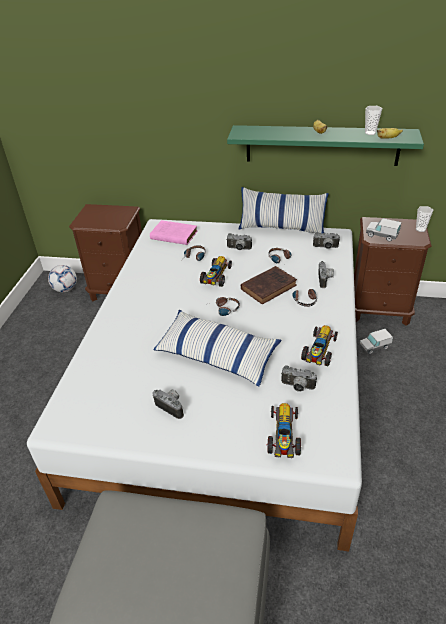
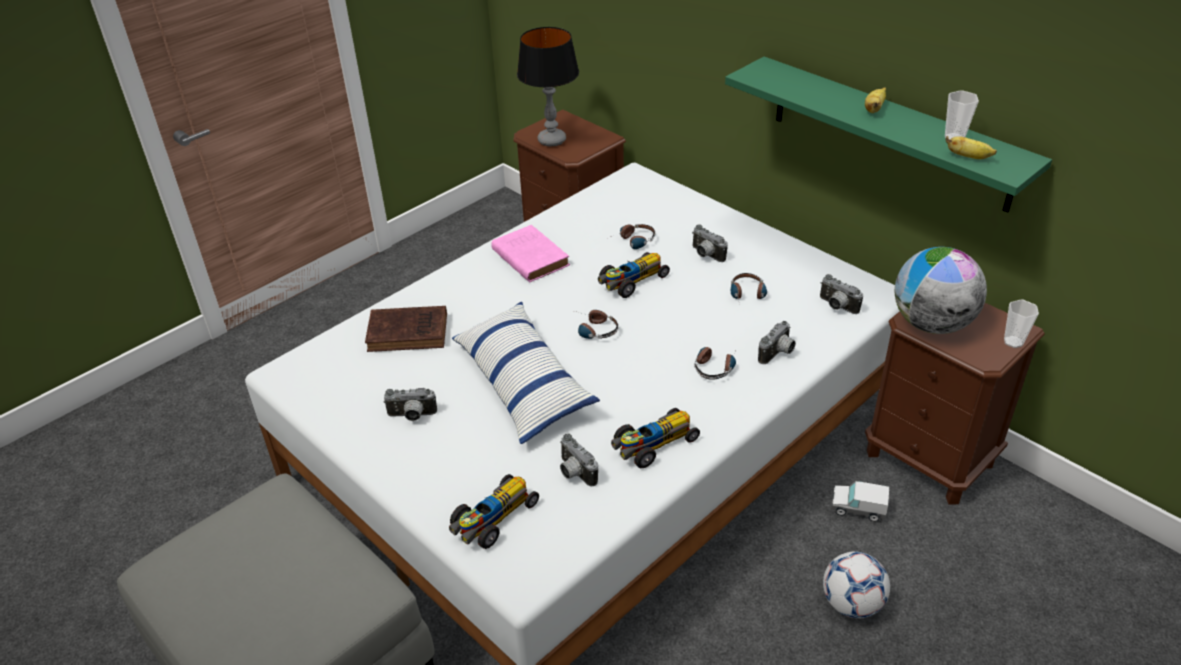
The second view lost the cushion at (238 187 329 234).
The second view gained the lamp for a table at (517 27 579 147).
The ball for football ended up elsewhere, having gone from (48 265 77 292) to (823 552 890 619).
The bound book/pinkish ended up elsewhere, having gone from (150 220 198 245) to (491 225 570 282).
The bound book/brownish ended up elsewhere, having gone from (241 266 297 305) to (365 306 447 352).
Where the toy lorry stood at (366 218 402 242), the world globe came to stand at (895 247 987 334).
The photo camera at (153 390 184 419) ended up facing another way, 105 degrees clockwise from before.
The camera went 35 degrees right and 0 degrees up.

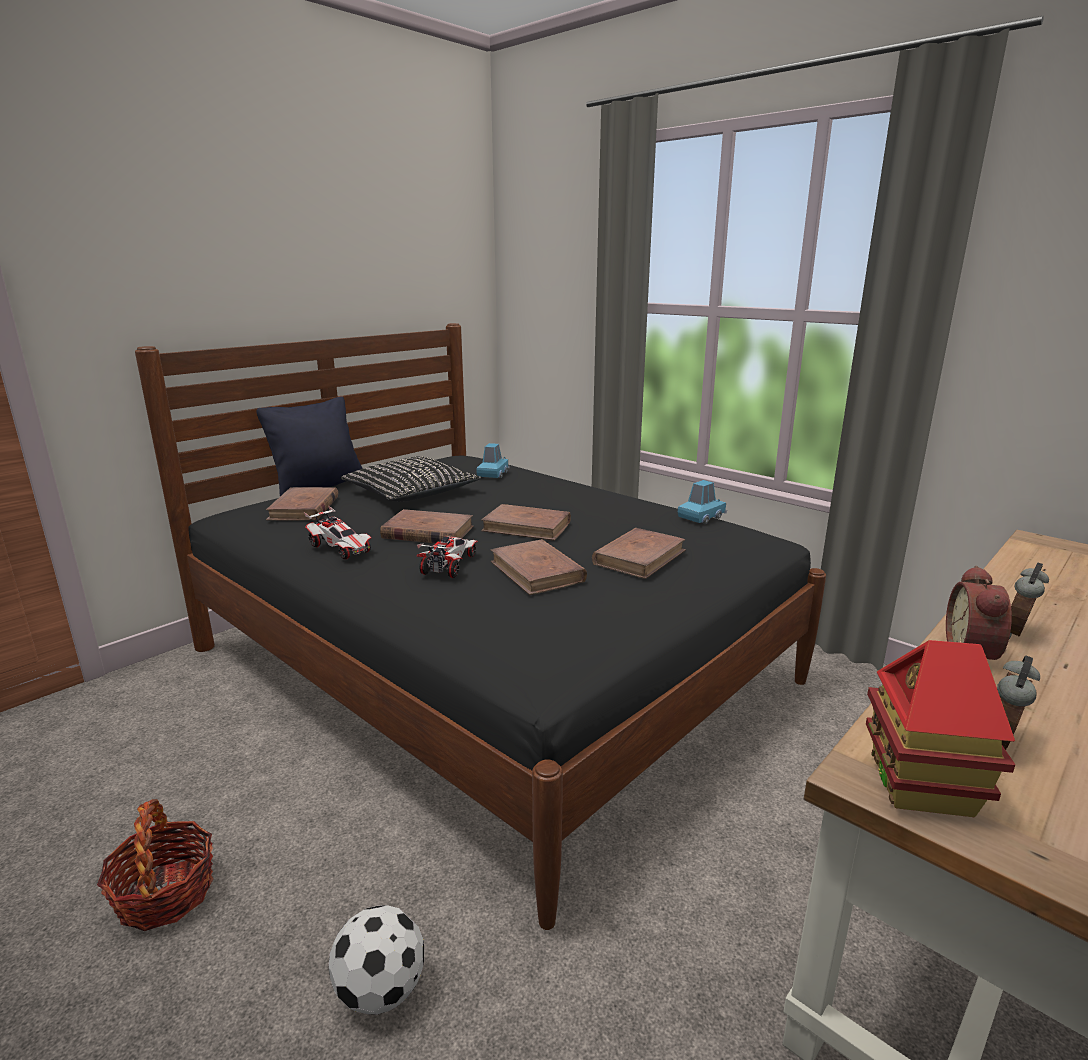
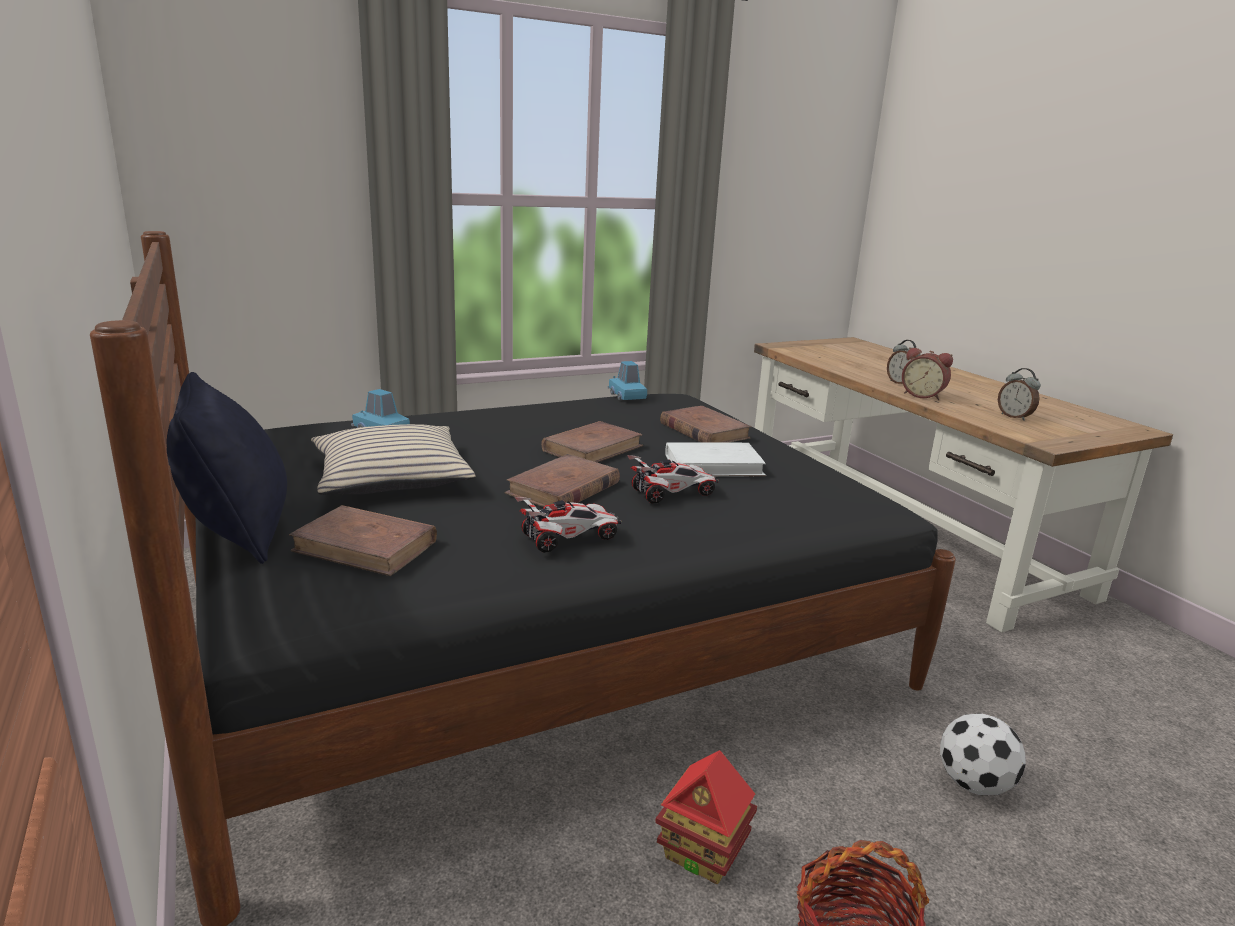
The toy house ended up elsewhere, having gone from (866 640 1015 817) to (655 750 757 884).
What was the cushion/blackish at (341 456 481 502) turned into the cushion/sand-coloured at (311 424 476 495).
What was the bound book/brownish at (491 539 587 595) turned into the bound book/whitish at (665 442 766 477).
The miniature car at (417 536 478 578) ended up facing another way, 120 degrees clockwise from before.
The camera went 70 degrees left and 0 degrees up.

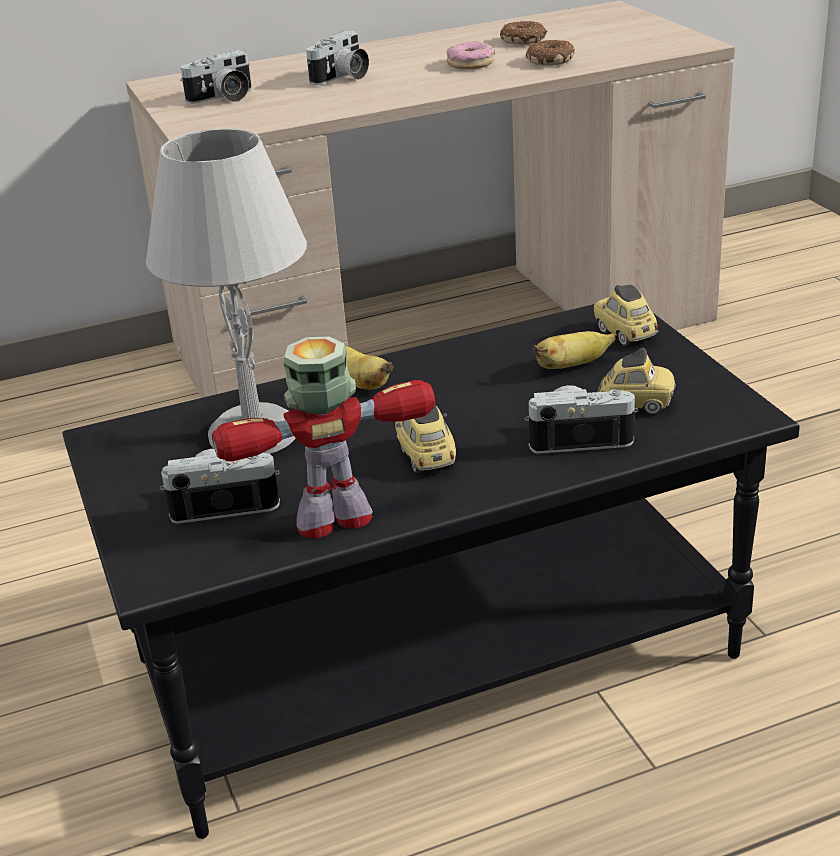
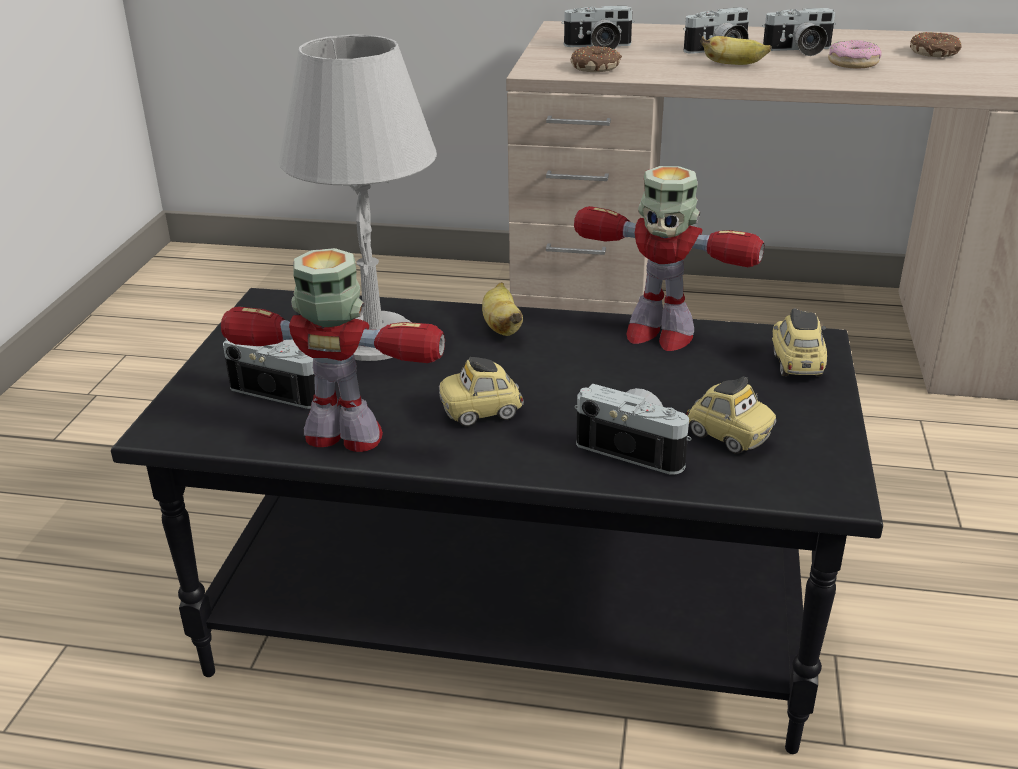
The second view gained the robot figure at (574 166 764 351).
The second view gained the photo camera at (763 8 836 56).
The doughnut ended up elsewhere, having gone from (526 39 575 66) to (571 46 622 72).
The whole banana ended up elsewhere, having gone from (533 331 616 369) to (701 36 771 65).
The miniature car at (395 405 456 473) ended up facing another way, 120 degrees counterclockwise from before.
The camera went 30 degrees right and 0 degrees up.

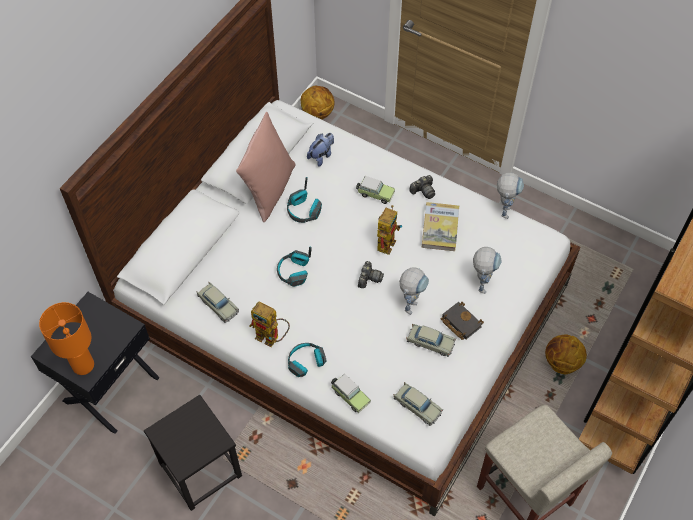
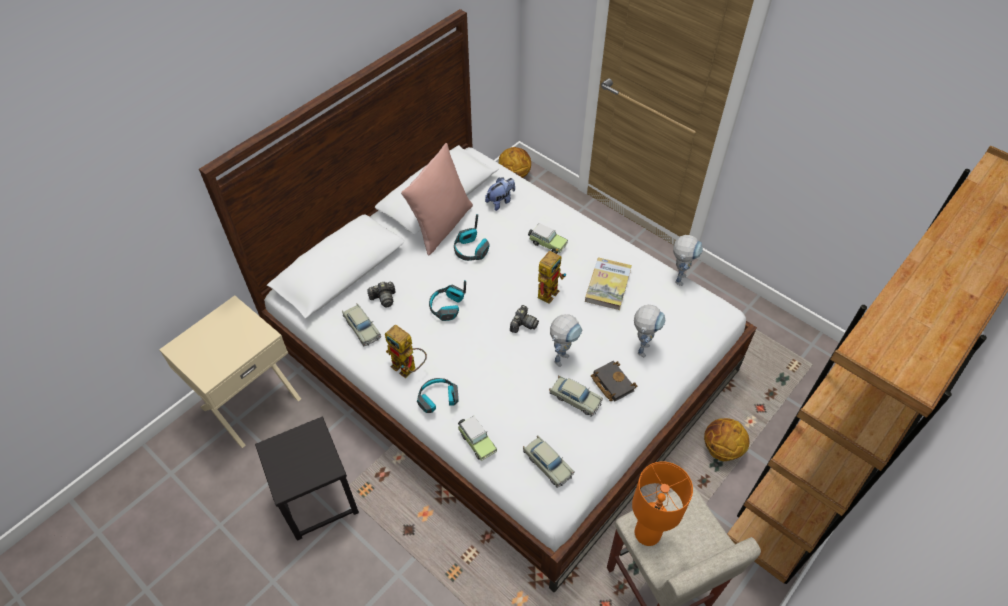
The lamp for a table/orangey ended up elsewhere, having gone from (39 302 94 375) to (632 461 693 546).
The photo camera ended up elsewhere, having gone from (409 175 435 199) to (367 282 395 308).
What was the nightstand/blackish at (31 292 160 434) turned into the nightstand/sand-coloured at (159 295 301 448).
The camera went 10 degrees right and 5 degrees down.

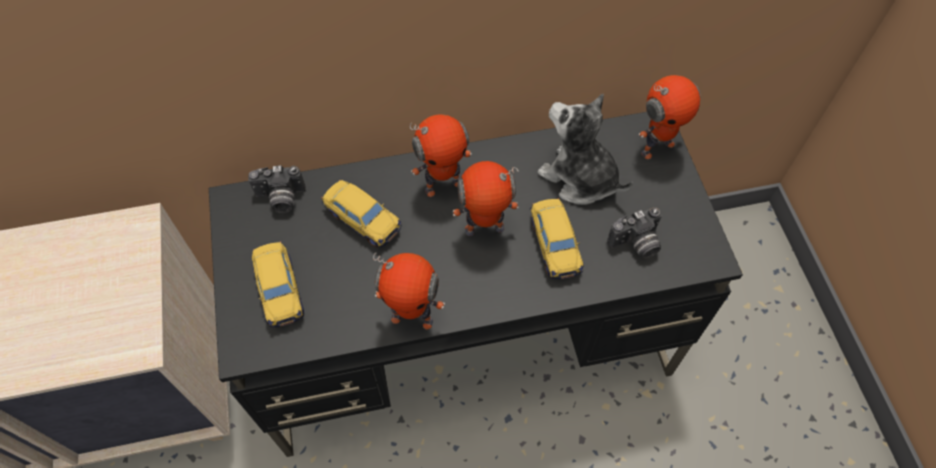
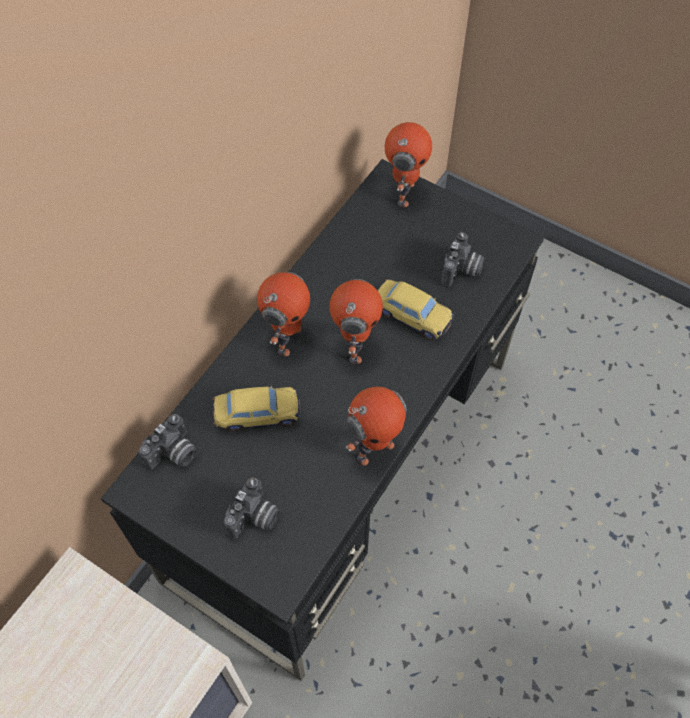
The second view lost the cuddly toy at (537 94 633 205).
Where the miniature car stood at (252 241 304 327), the photo camera came to stand at (224 477 280 539).
The robot figure at (453 161 519 236) ended up facing another way, 150 degrees clockwise from before.
The camera went 45 degrees left and 0 degrees up.

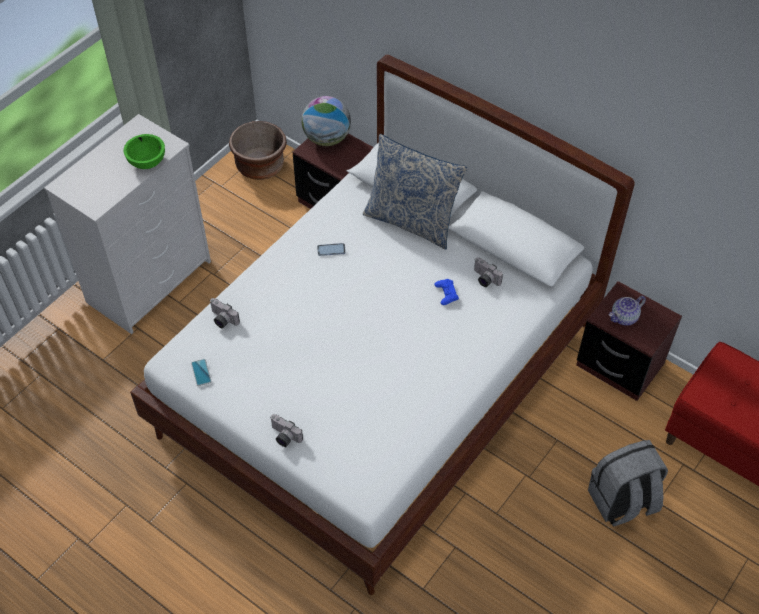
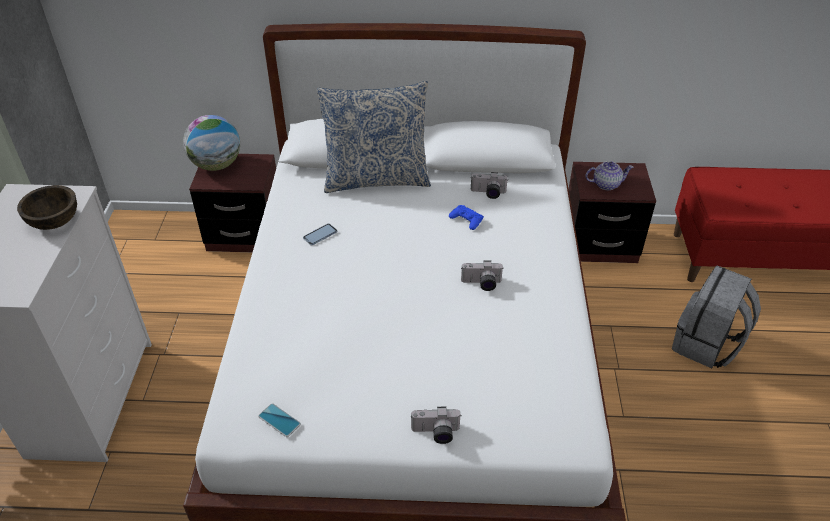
The second view lost the planter/brownish at (229 121 287 180).
The photo camera ended up elsewhere, having gone from (210 298 240 328) to (461 261 503 291).
What was the deep dish/green-coloured at (123 134 165 169) turned into the deep dish/brownish at (17 185 77 230).
The pot for tea at (609 296 646 326) ended up facing another way, 120 degrees counterclockwise from before.
The camera went 35 degrees left and 10 degrees down.

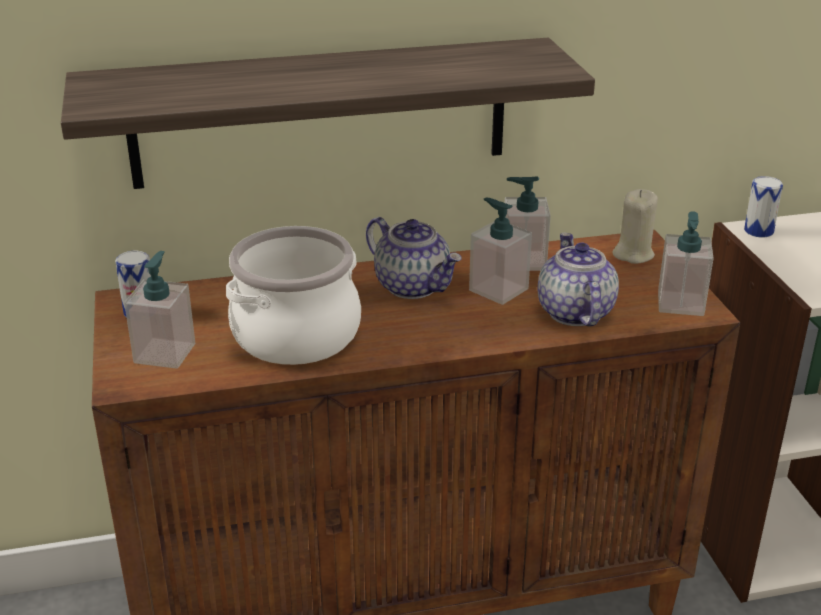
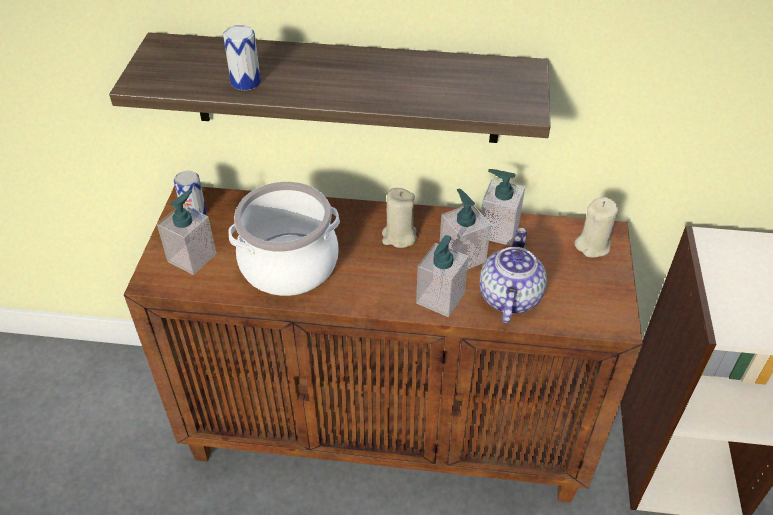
The liquid soap bottle ended up elsewhere, having gone from (658 211 714 316) to (416 235 469 317).
The can ended up elsewhere, having gone from (744 176 783 238) to (223 25 261 90).
Where the pot for tea stood at (366 217 462 299), the wax candle/sand-coloured came to stand at (382 188 417 248).
The camera went 20 degrees right and 15 degrees up.

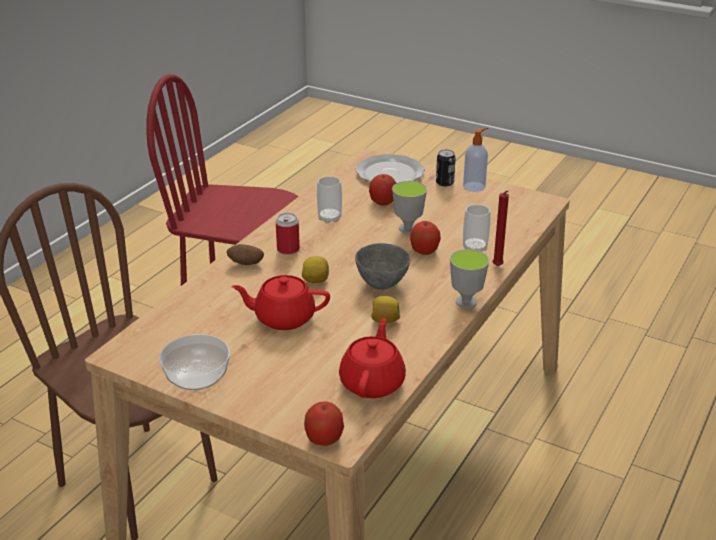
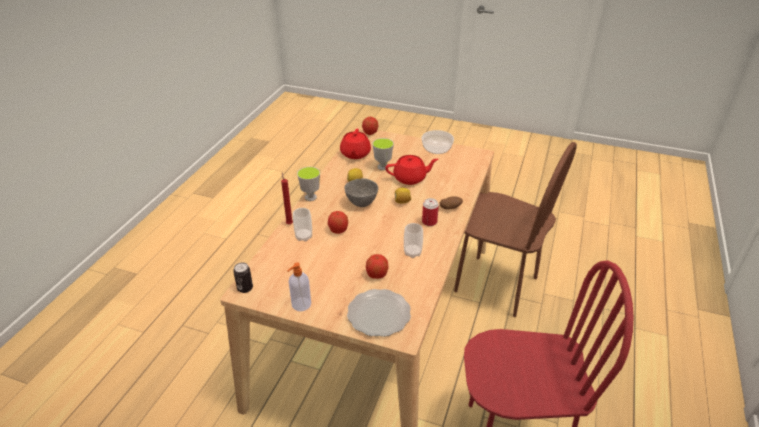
The small cup ended up elsewhere, having gone from (392 181 427 233) to (372 138 394 170).
The can ended up elsewhere, having gone from (436 150 456 187) to (233 262 253 293).
The camera went 170 degrees right and 5 degrees up.

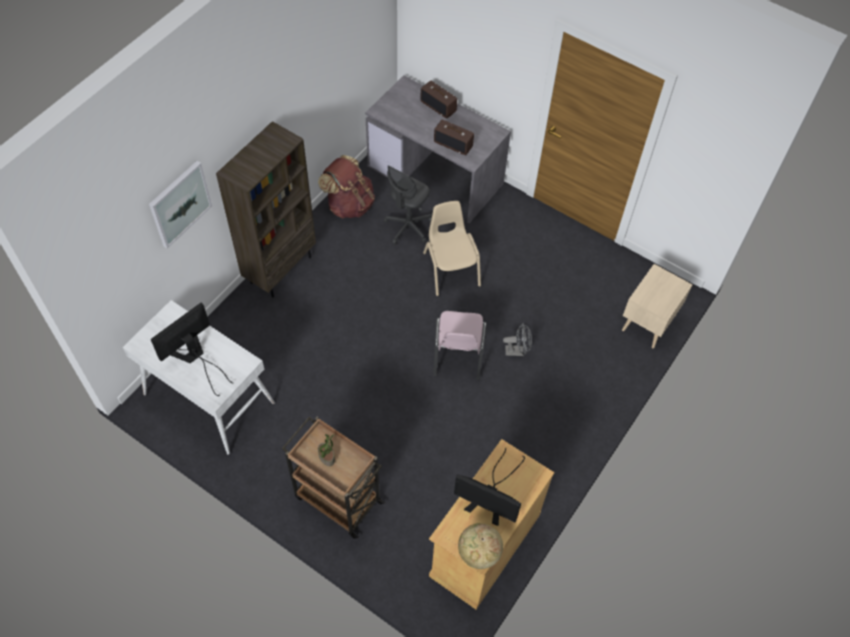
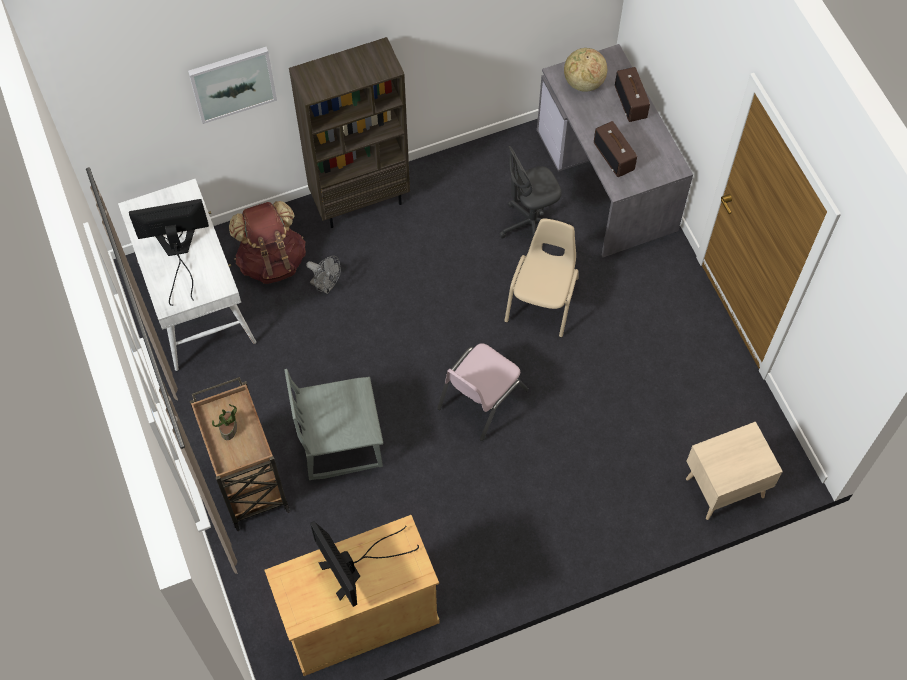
The second view gained the upright chair/gray at (284 369 383 480).
The backpack/brownish ended up elsewhere, having gone from (318 155 375 219) to (229 201 306 284).
The world globe ended up elsewhere, having gone from (458 523 503 569) to (564 48 607 92).
The cooling fan/gray ended up elsewhere, having gone from (503 323 532 356) to (306 256 341 294).
The camera went 35 degrees right and 5 degrees up.

